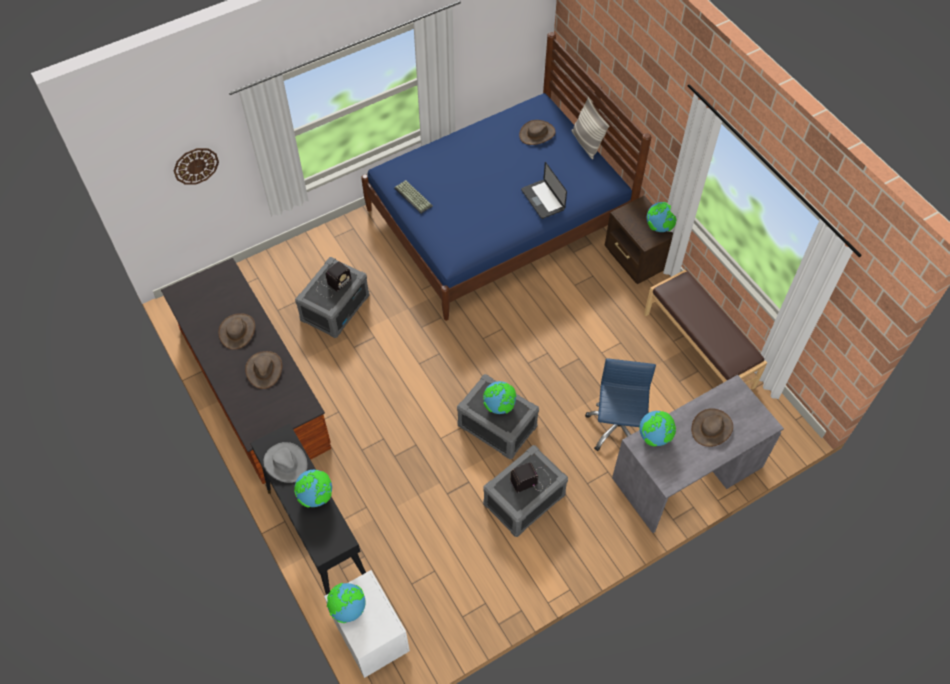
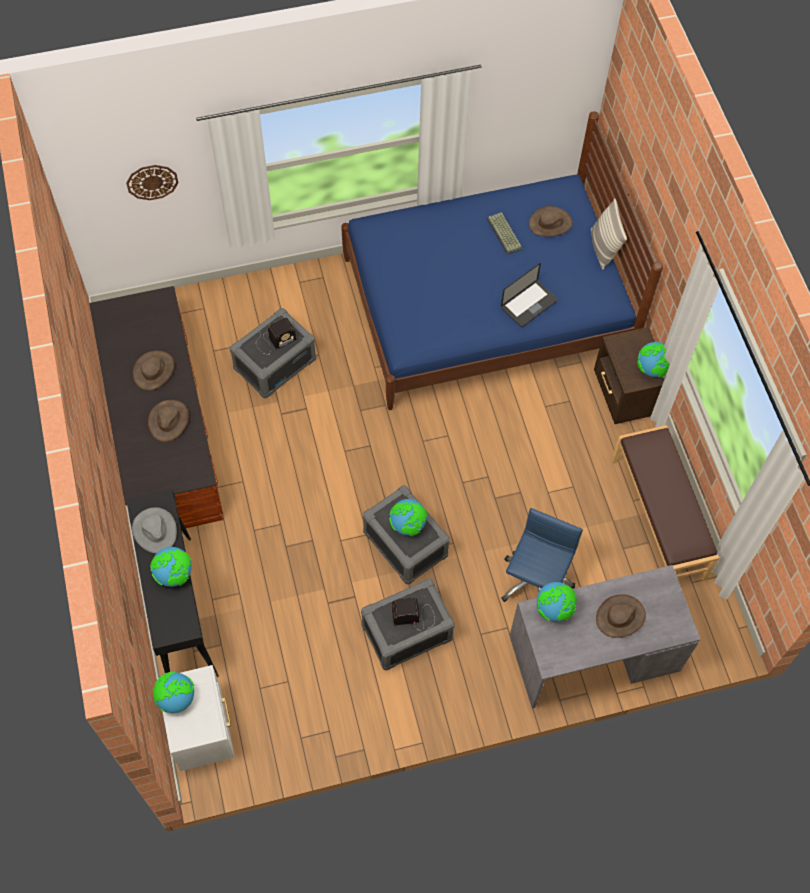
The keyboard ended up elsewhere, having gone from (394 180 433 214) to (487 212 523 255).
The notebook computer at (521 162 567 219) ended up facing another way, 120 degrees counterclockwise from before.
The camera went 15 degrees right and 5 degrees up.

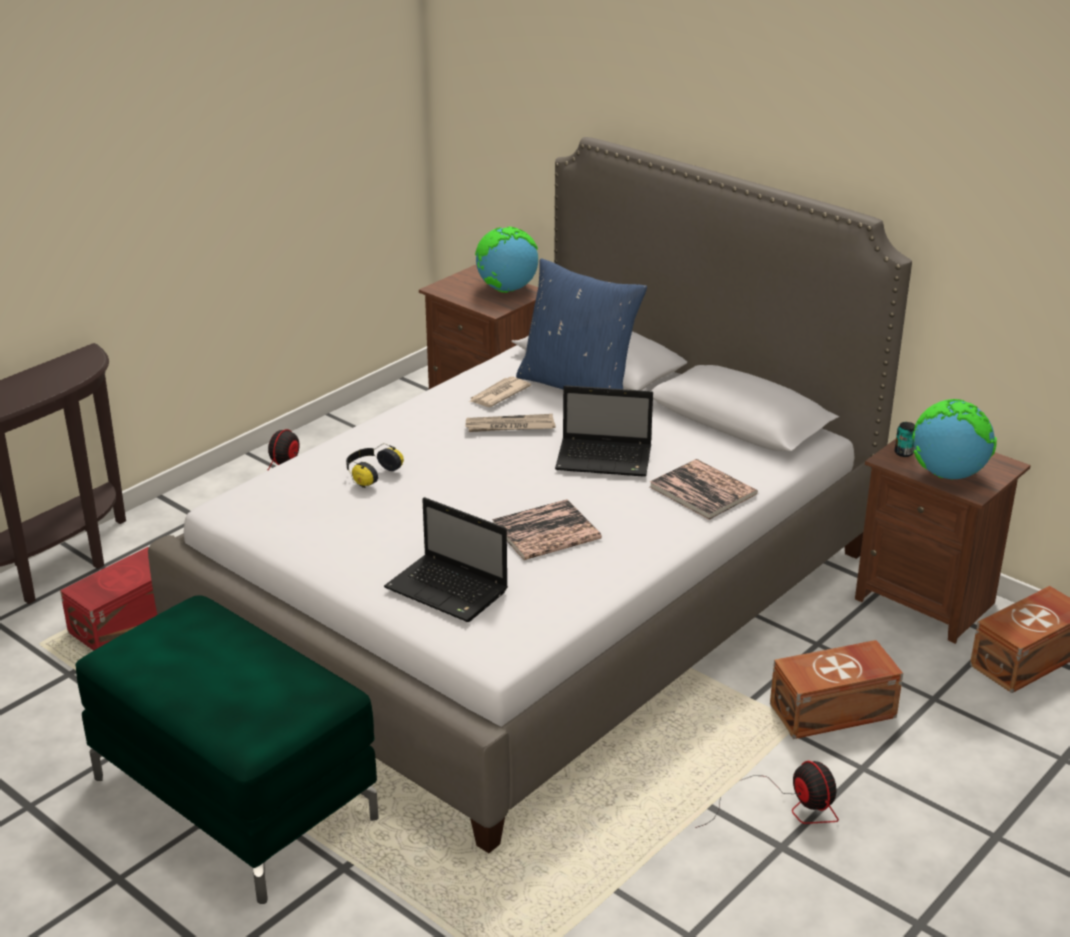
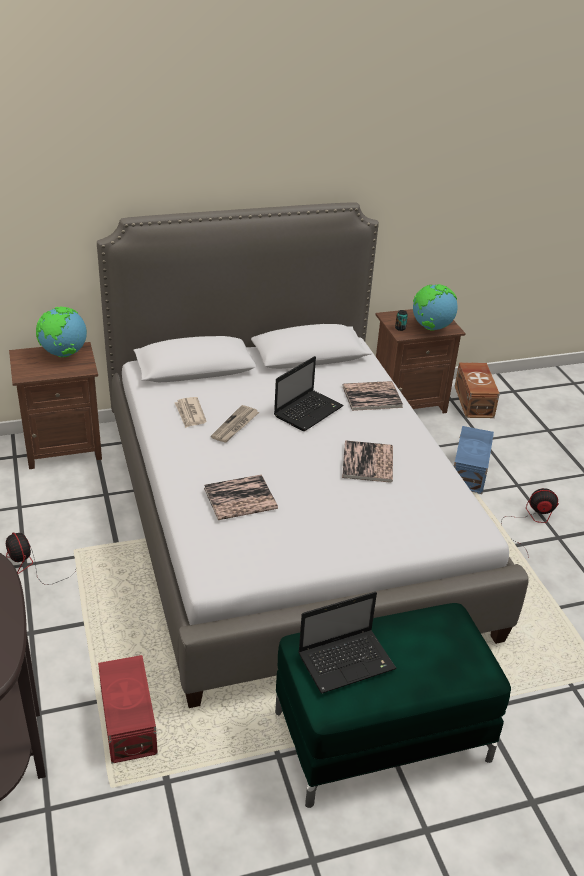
The second view lost the cushion/blue at (516 258 647 389).
The notebook computer ended up elsewhere, having gone from (384 497 508 622) to (298 592 397 693).
Where the pair of headphones stood at (346 443 404 488), the bound book came to stand at (204 474 278 520).
What was the storage box/brownish at (770 640 903 739) turned into the storage box/blue at (454 426 494 494).
The camera went 60 degrees left and 5 degrees up.

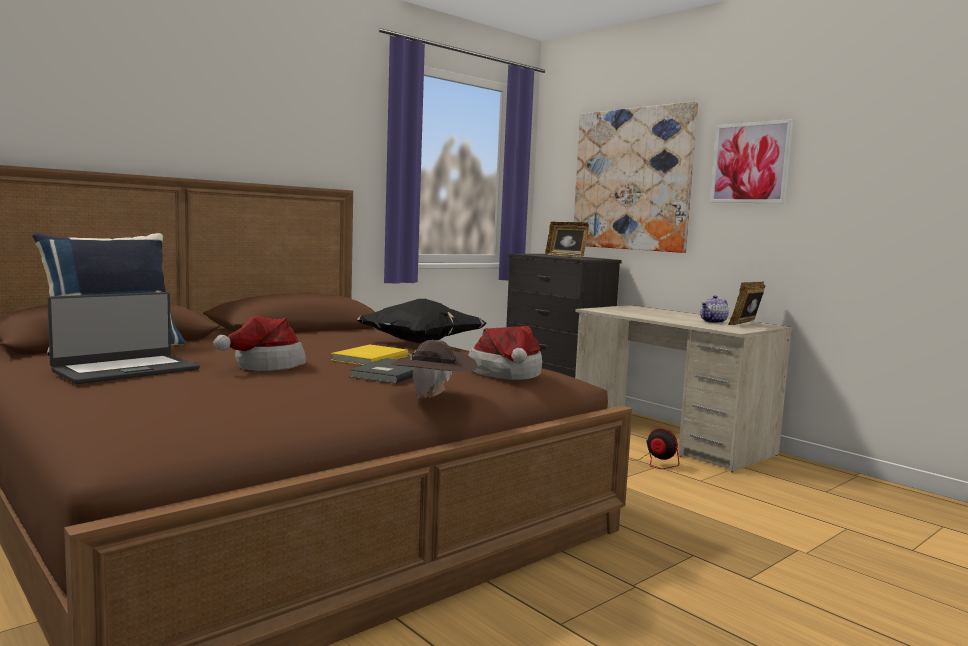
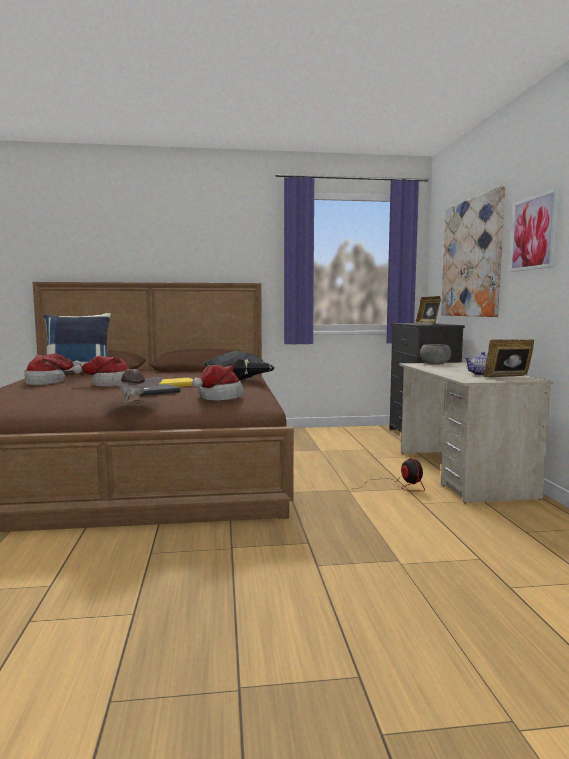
The second view gained the deep dish/gray at (420 344 451 365).
Where the notebook computer stood at (47 292 199 384), the hat came to stand at (24 353 81 385).
The camera went 35 degrees right and 0 degrees up.

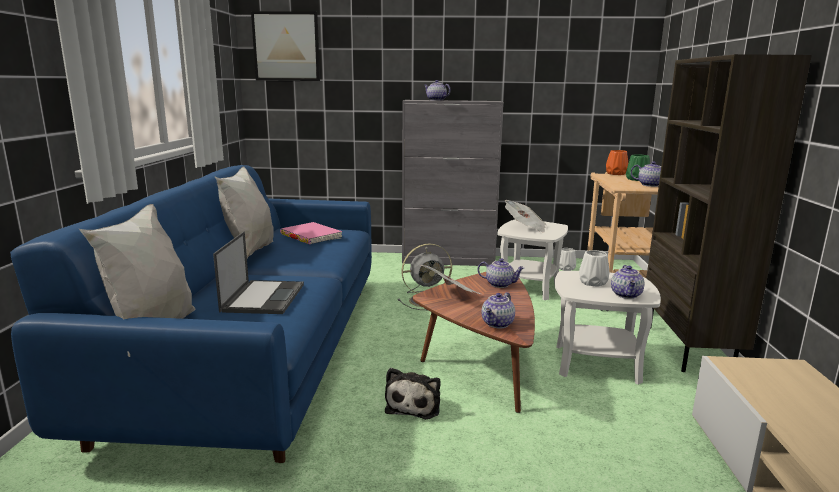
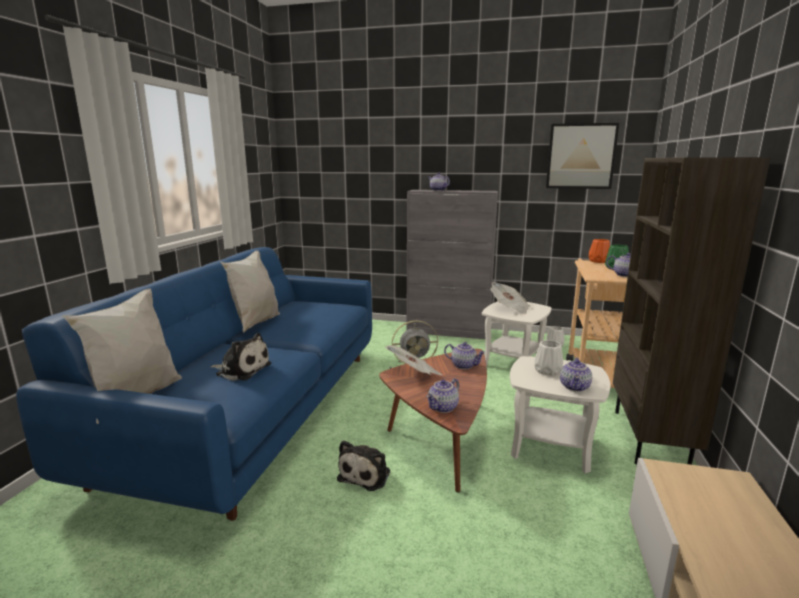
The second view lost the bound book/pinkish at (280 222 343 244).
The wall picture ended up elsewhere, having gone from (251 11 320 81) to (546 123 619 189).
Where the notebook computer stood at (213 231 304 314), the cuddly toy came to stand at (210 333 271 381).
The camera went 10 degrees right and 0 degrees up.

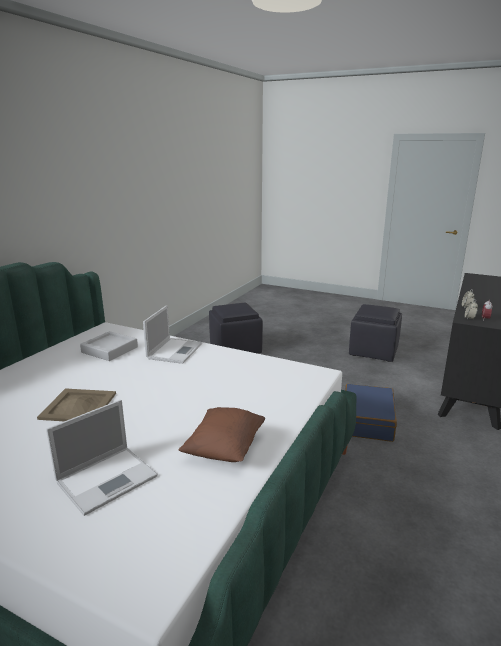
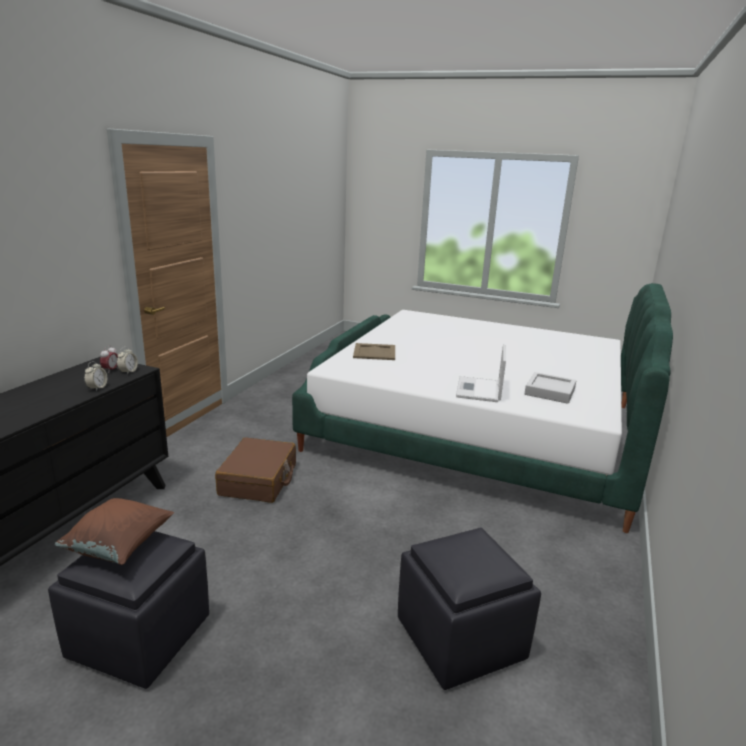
The second view lost the notebook computer at (46 400 158 516).
The serving tray/sand-coloured ended up elsewhere, having gone from (37 388 116 421) to (353 343 395 360).
The cushion/brownish ended up elsewhere, having gone from (178 407 265 462) to (55 498 174 565).
What was the travel case/blue at (345 384 397 442) turned into the travel case/brownish at (215 437 296 503).
The camera went 175 degrees right and 0 degrees up.

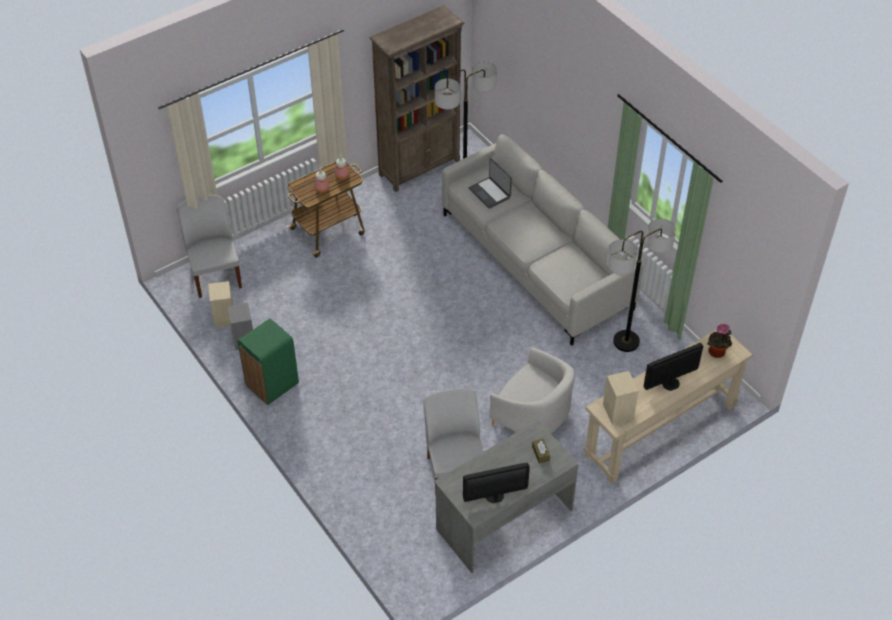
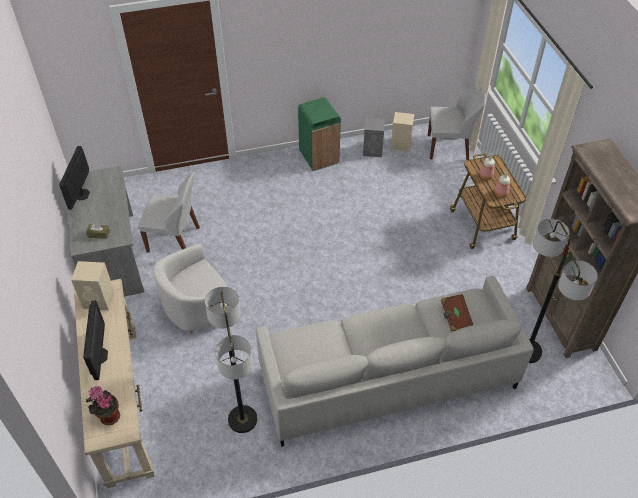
Where the notebook computer stood at (469 158 512 209), the bound book/brownish came to stand at (441 294 473 332).
The camera went 110 degrees right and 0 degrees up.

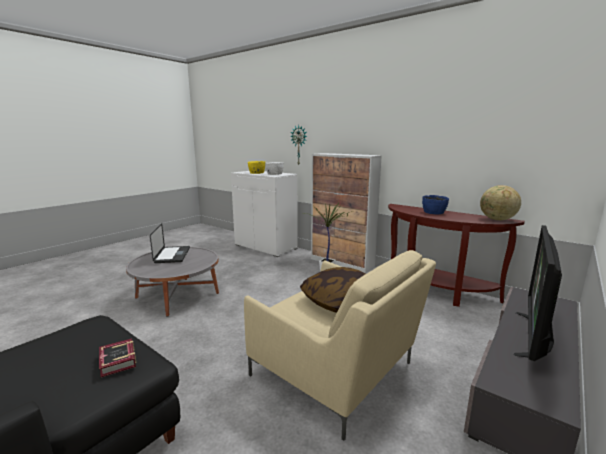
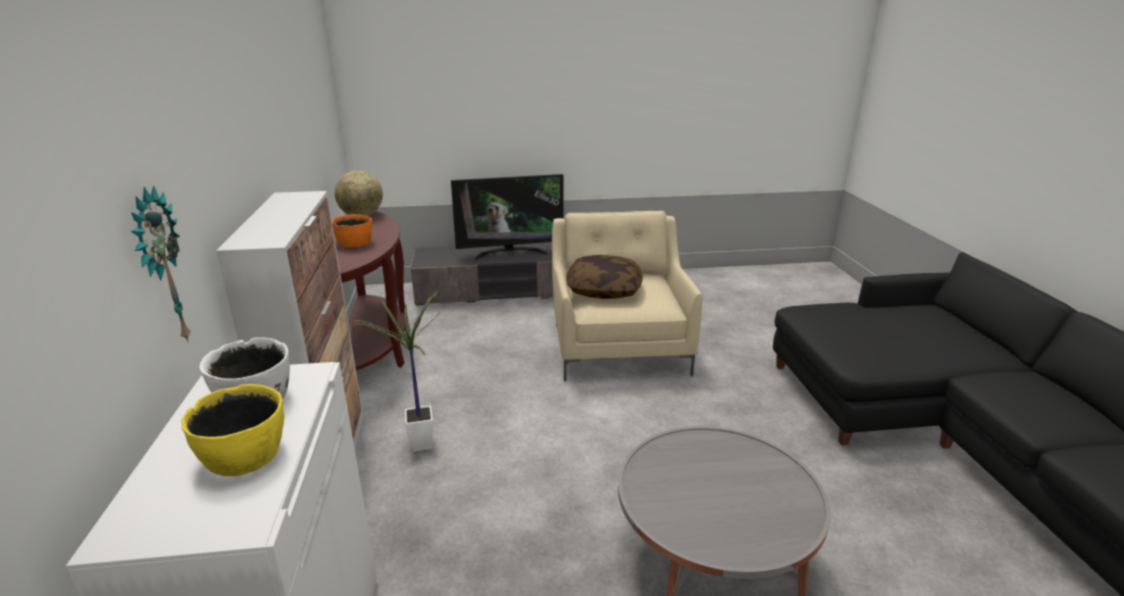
The second view lost the bound book at (99 338 137 378).
The second view lost the notebook computer at (150 223 190 263).
What was the deep dish/blue at (422 195 449 214) turned into the deep dish/orangey at (332 214 372 247).
The camera went 135 degrees left and 10 degrees up.

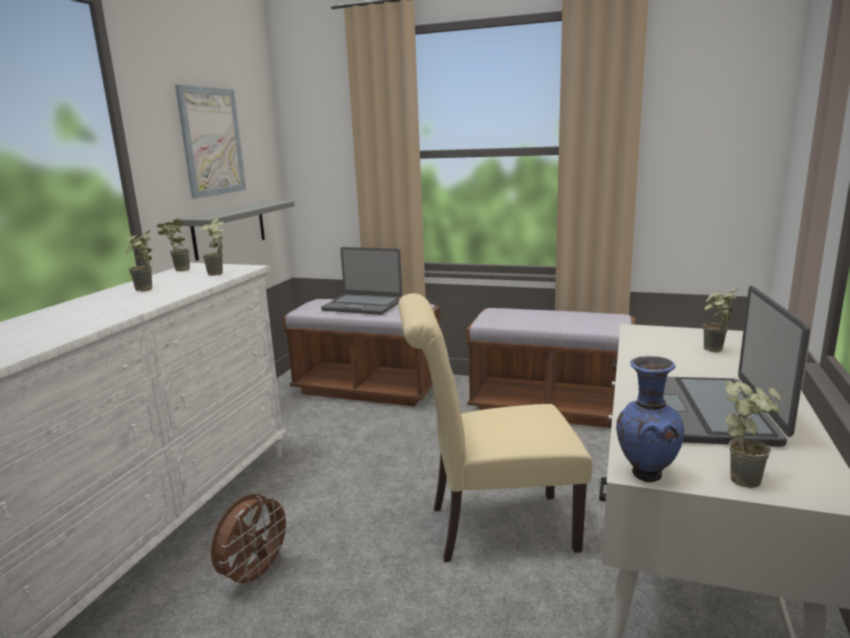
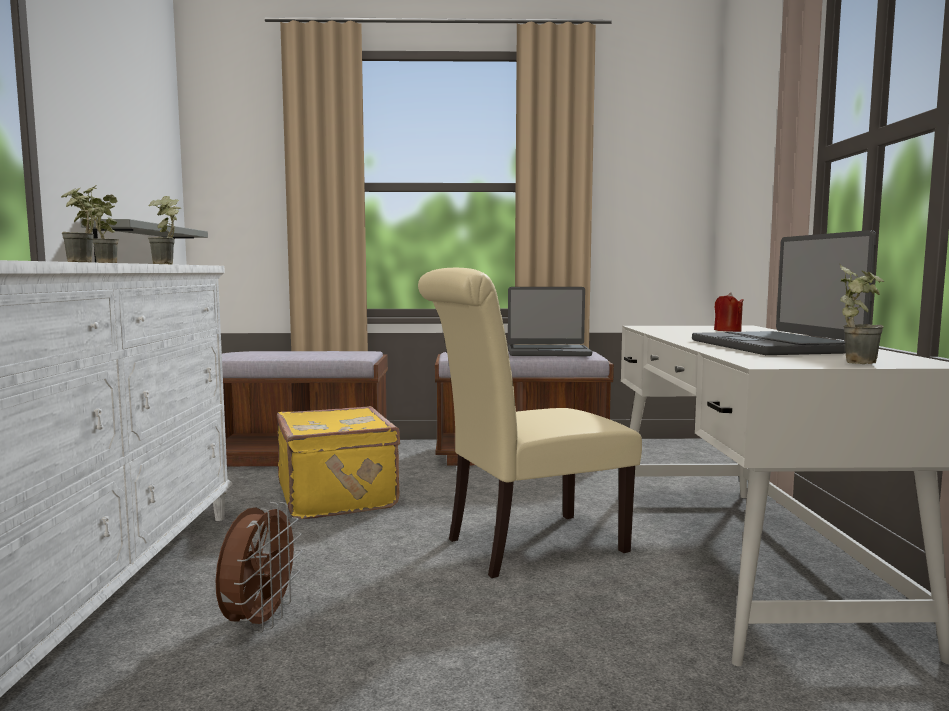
The second view lost the wall picture at (175 85 246 199).
The second view lost the decorative vase/blue at (616 356 684 483).
The second view gained the travel case/yellow-coloured at (277 406 400 519).
The notebook computer ended up elsewhere, having gone from (321 247 402 315) to (508 287 592 356).
Where the houseplant stood at (703 288 739 352), the wax candle/red-coloured came to stand at (714 293 744 332).
The camera went 20 degrees left and 10 degrees down.

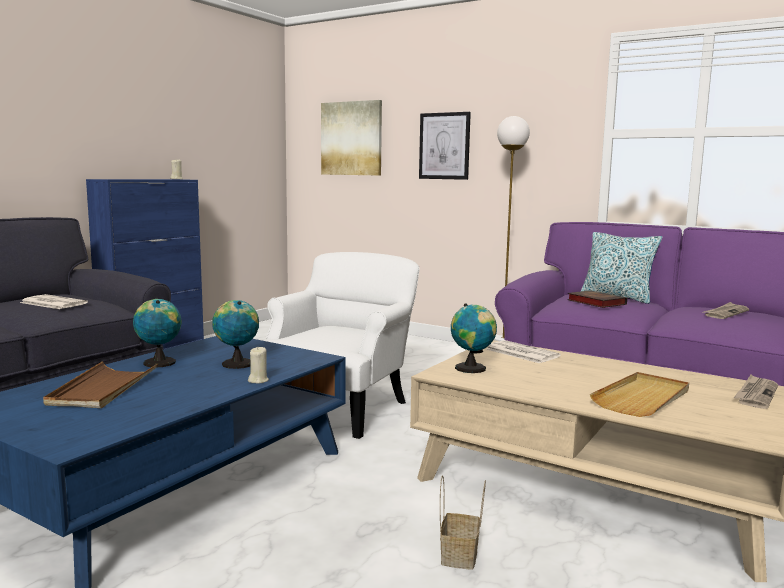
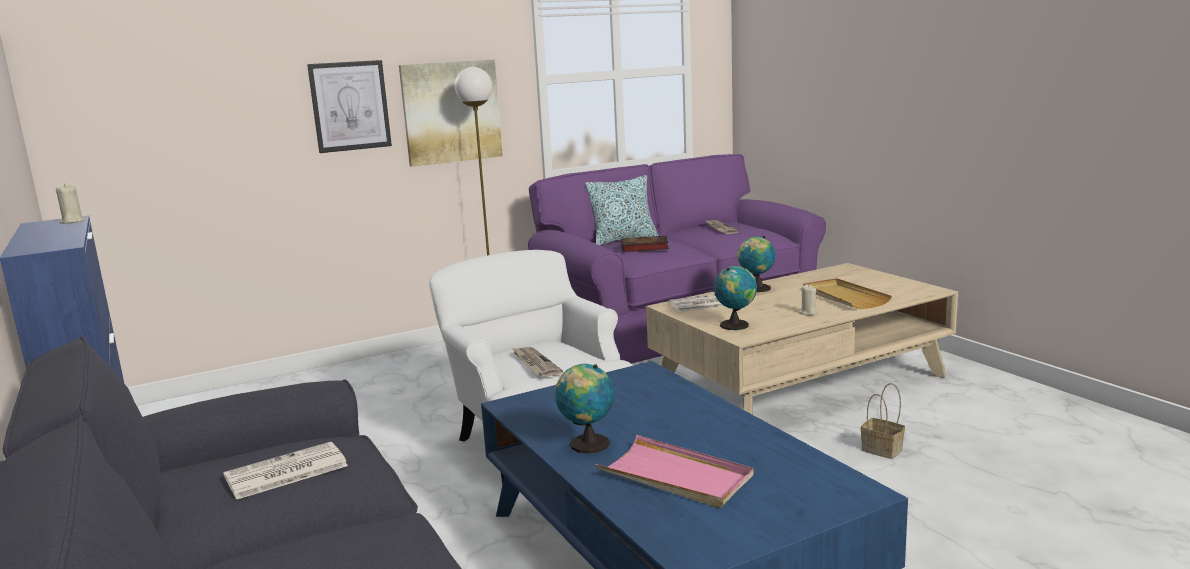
The world globe ended up elsewhere, having gone from (212 300 259 369) to (738 236 776 292).
The wax candle/sand-coloured ended up elsewhere, having gone from (248 347 269 384) to (798 285 818 315).
The wall picture ended up elsewhere, having gone from (321 100 382 176) to (399 60 503 167).
The printed paper ended up elsewhere, having gone from (733 375 778 409) to (512 347 563 377).
What was the serving tray/brownish at (43 361 158 408) turned into the serving tray/pinkish at (596 435 754 508).
The camera went 60 degrees left and 5 degrees up.

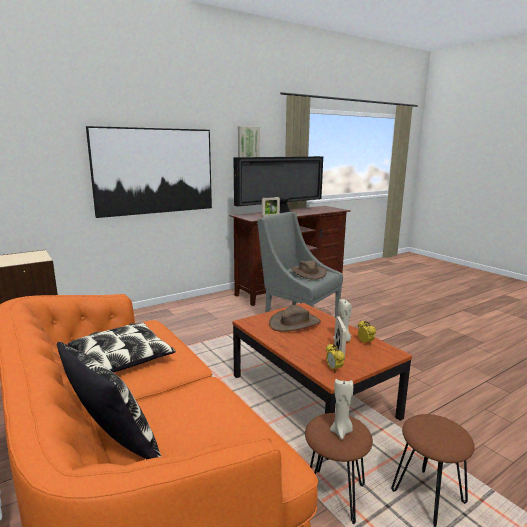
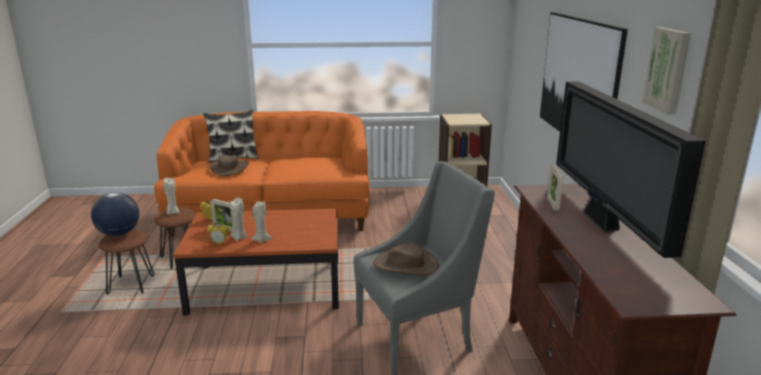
The second view lost the cushion at (68 322 176 373).
The second view gained the world globe at (91 192 139 236).
The second view gained the wax candle/sand-coloured at (251 201 272 243).
The hat/brownish ended up elsewhere, having gone from (269 305 321 332) to (210 155 249 176).
The camera went 120 degrees right and 5 degrees up.

